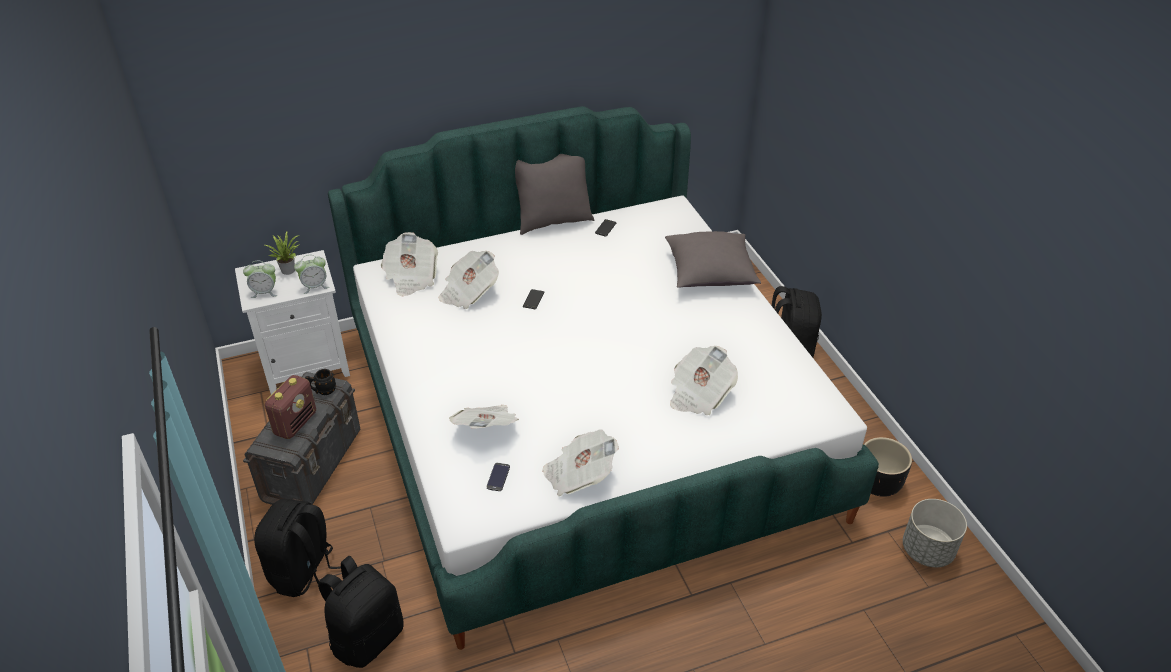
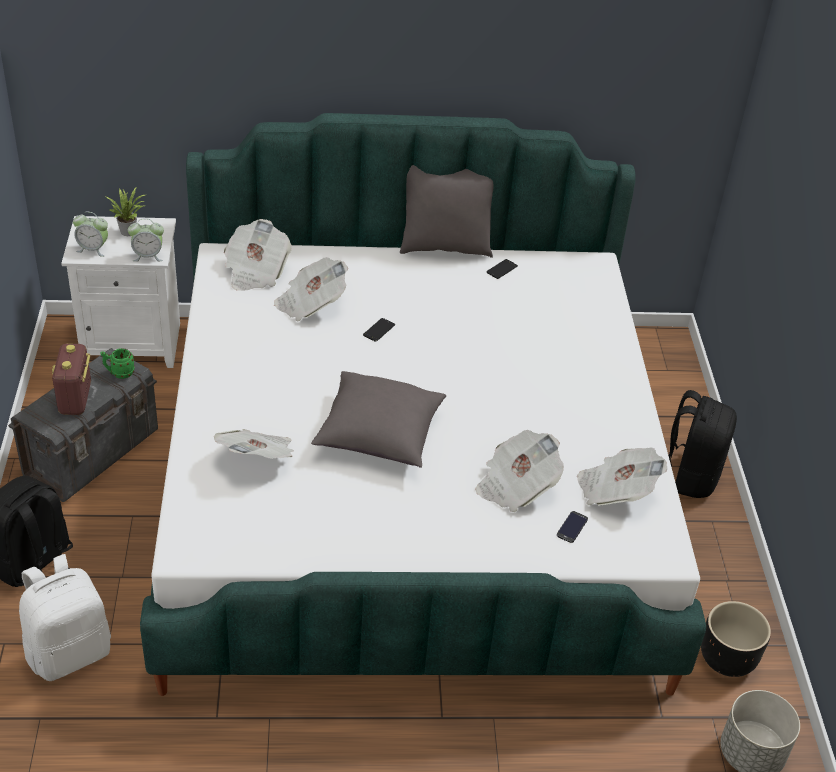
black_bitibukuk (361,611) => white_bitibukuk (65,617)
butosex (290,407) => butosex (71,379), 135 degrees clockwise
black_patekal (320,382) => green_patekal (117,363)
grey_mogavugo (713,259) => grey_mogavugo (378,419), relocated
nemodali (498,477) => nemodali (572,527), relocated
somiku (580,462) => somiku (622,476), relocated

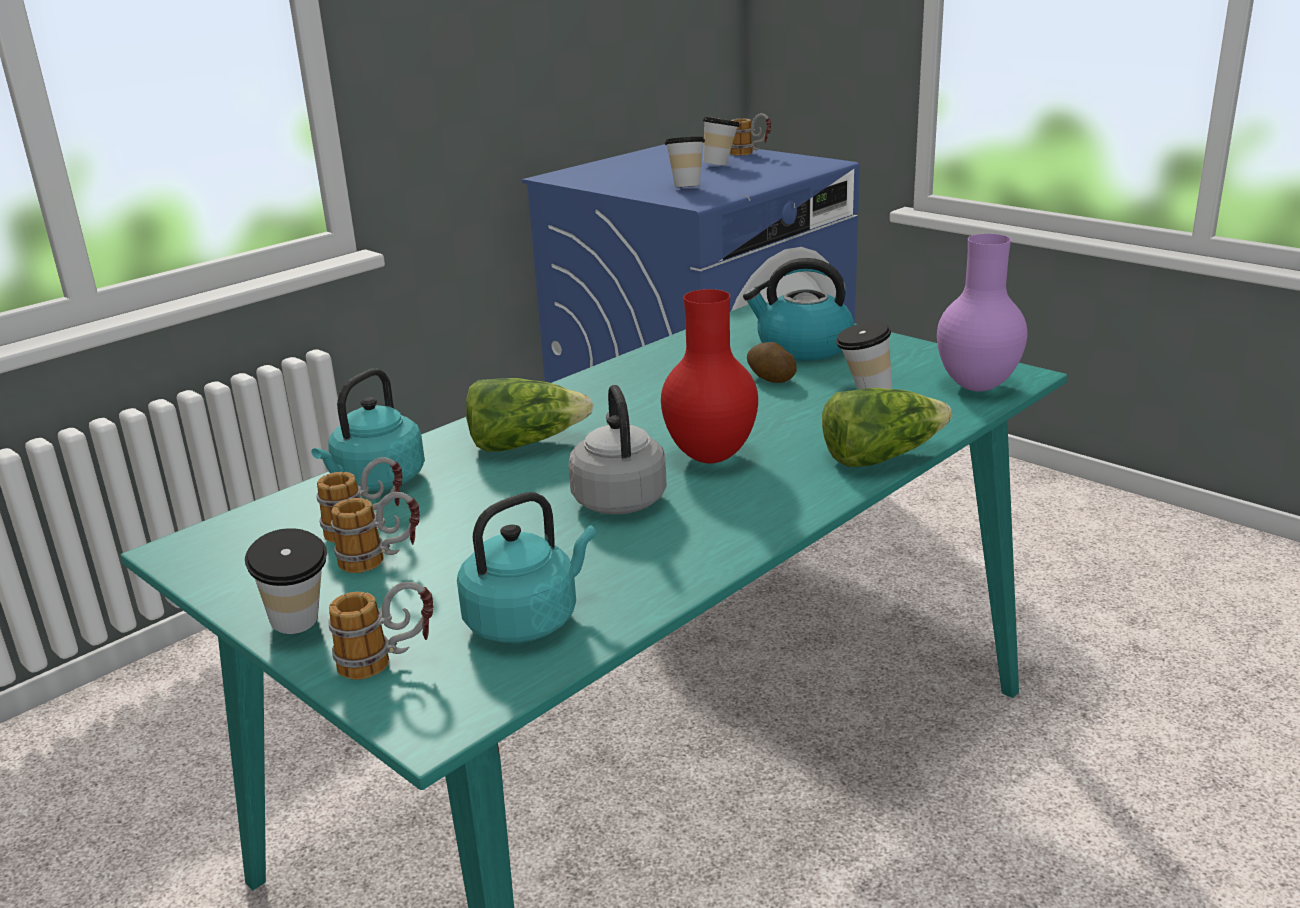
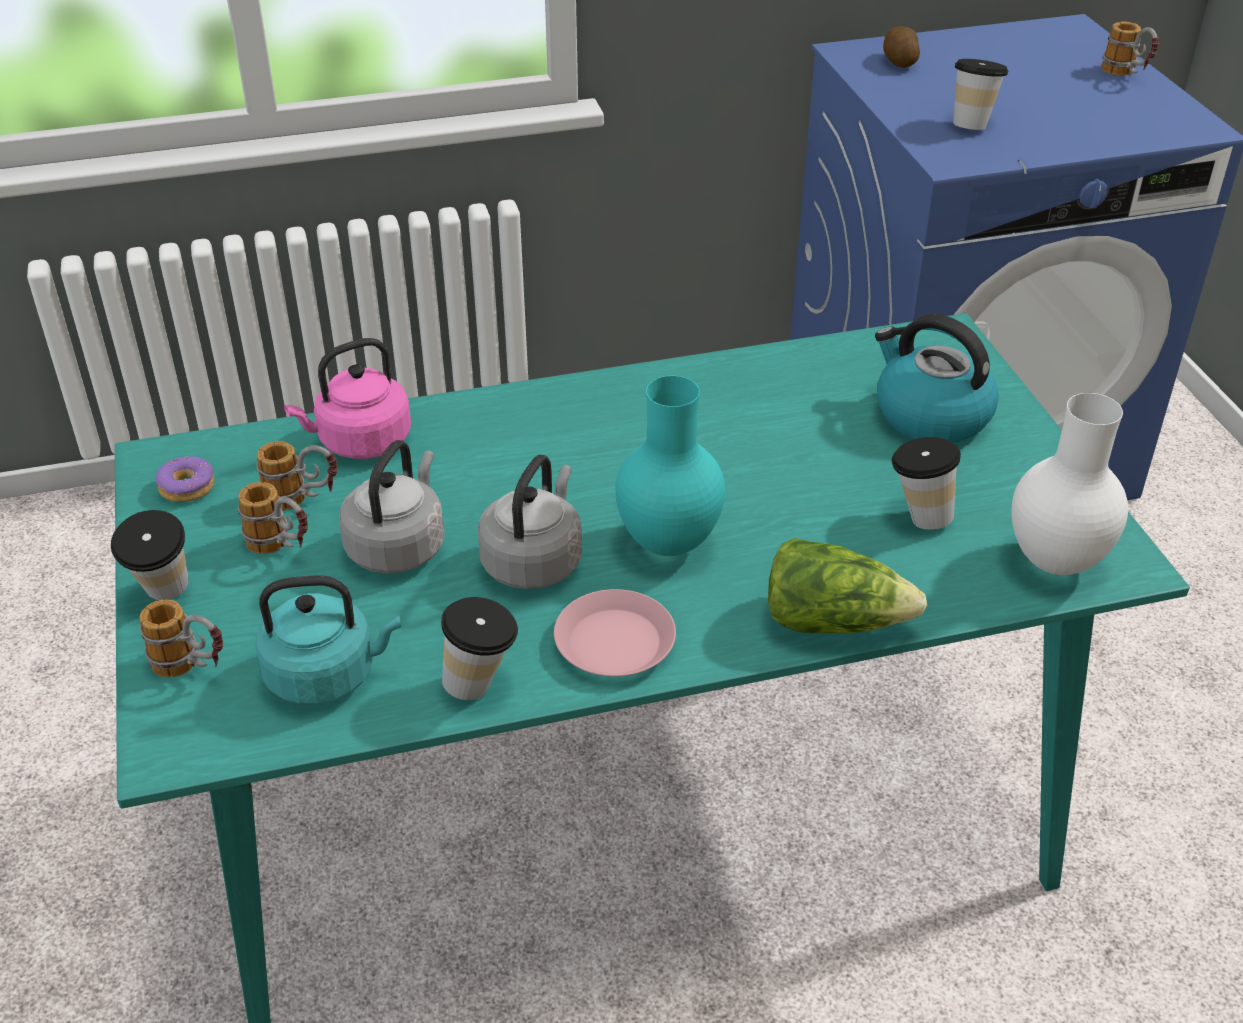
nothing => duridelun (185,479)
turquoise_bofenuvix (368,430) => pink_bofenuvix (347,398)
nothing => grey_bofenuvix (392,506)
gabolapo (721,141) => gabolapo (479,648), relocated
nothing => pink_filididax (615,633)
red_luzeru (709,376) => turquoise_luzeru (670,466)
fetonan (772,362) => fetonan (901,47), relocated
purple_luzeru (982,313) => white_luzeru (1069,484)
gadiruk (529,415) => nothing

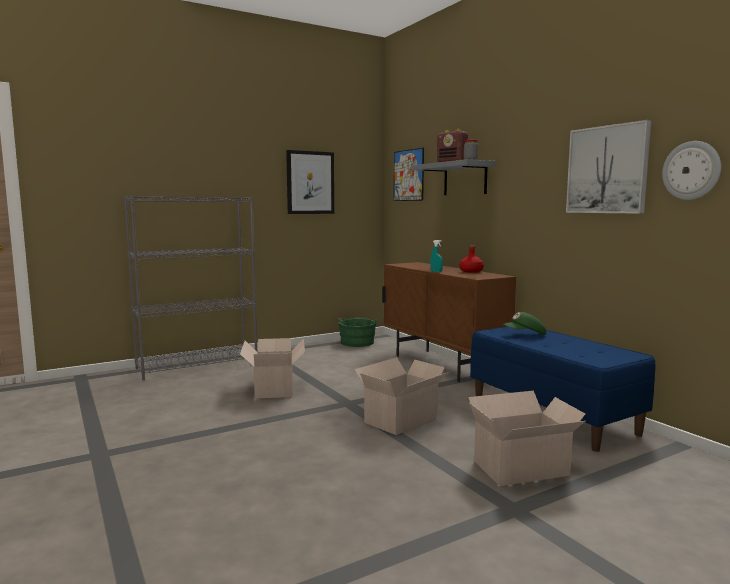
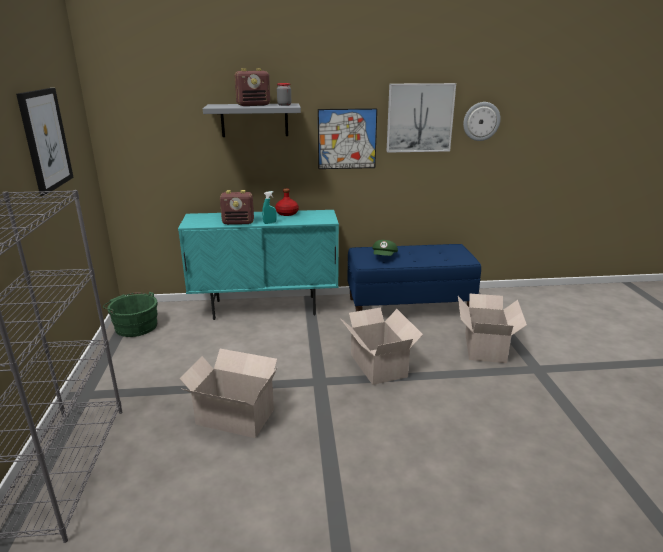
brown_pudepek (449,322) => turquoise_pudepek (258,265)
nothing => butosex (237,207)
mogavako (409,174) => mogavako (347,138), relocated

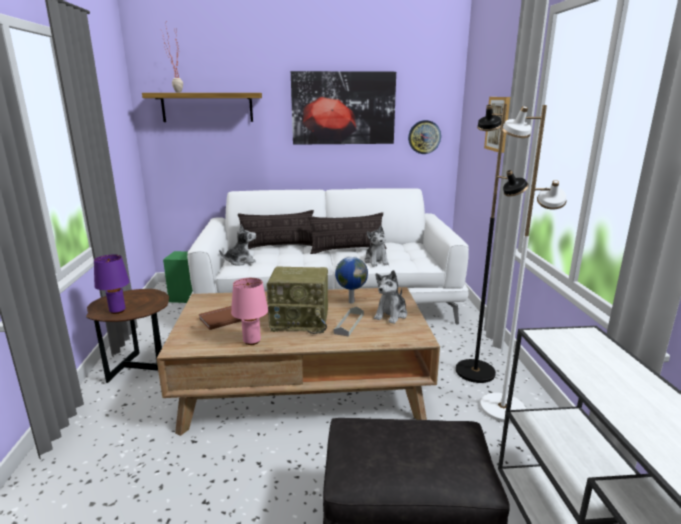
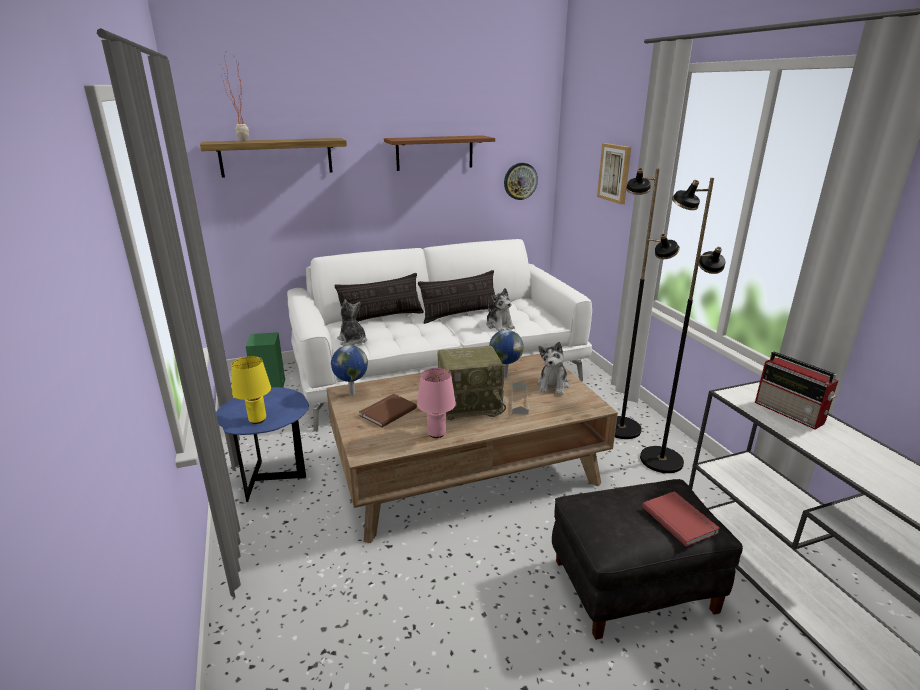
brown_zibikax (127,336) => blue_zibikax (262,444)
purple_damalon (112,284) => yellow_damalon (251,390)
nothing => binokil (349,370)
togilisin (237,245) => togilisin (352,323), 90 degrees counterclockwise
mogavako (343,108) => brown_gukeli (439,153)
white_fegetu (523,264) => black_fegetu (682,325)
nothing => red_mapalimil (681,519)
nothing => butosex (797,390)

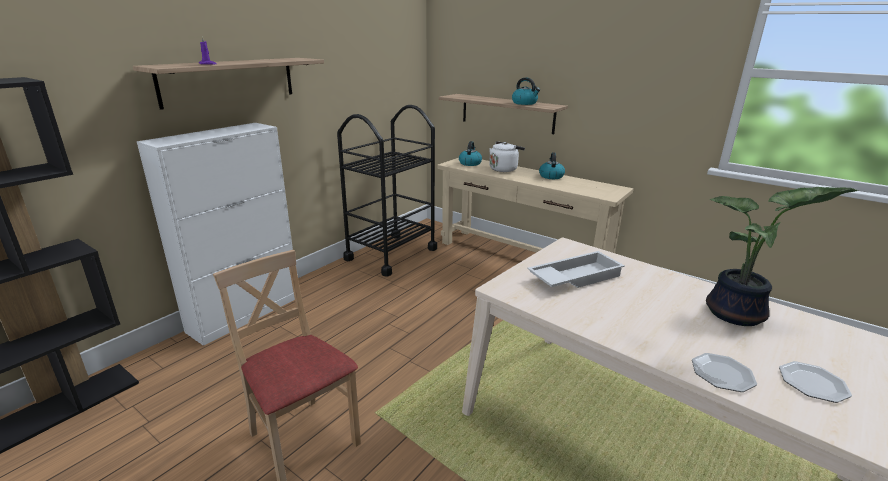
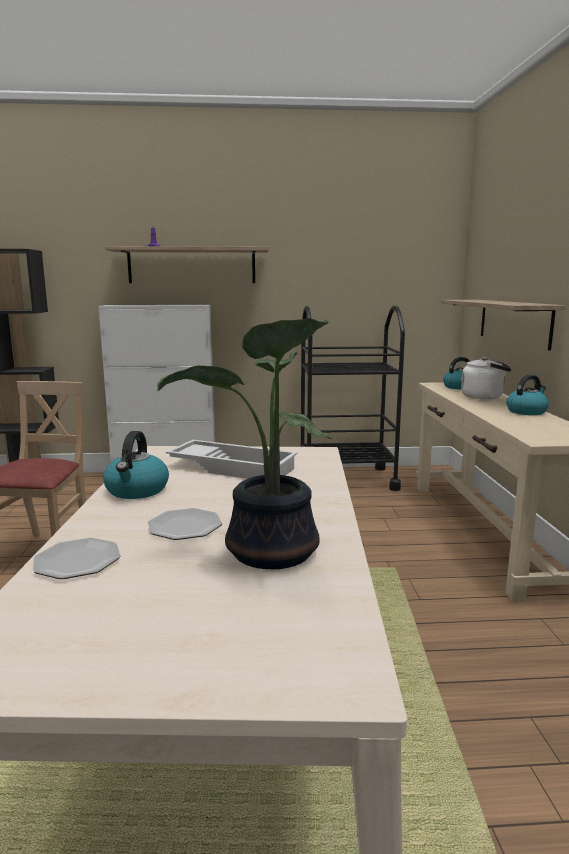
bofenuvix (526,91) => bofenuvix (136,465), relocated
filididax (815,382) => filididax (185,524), relocated

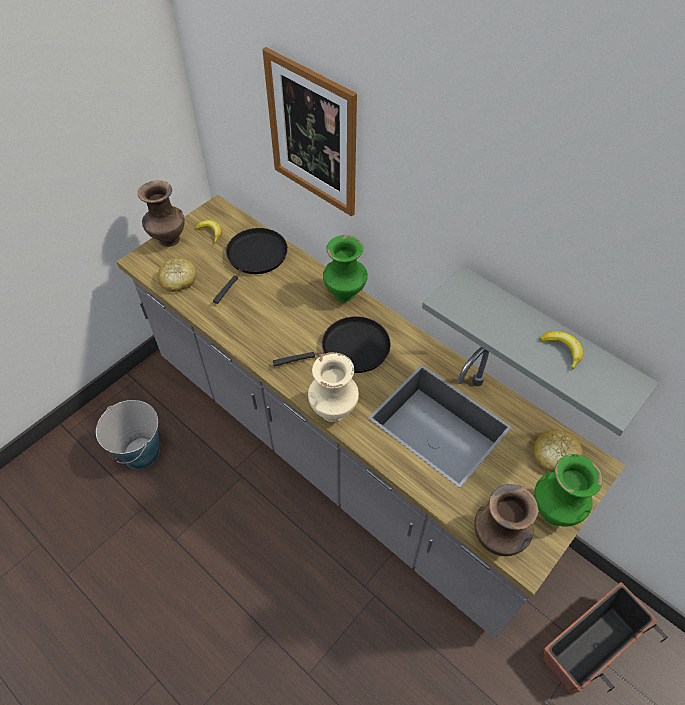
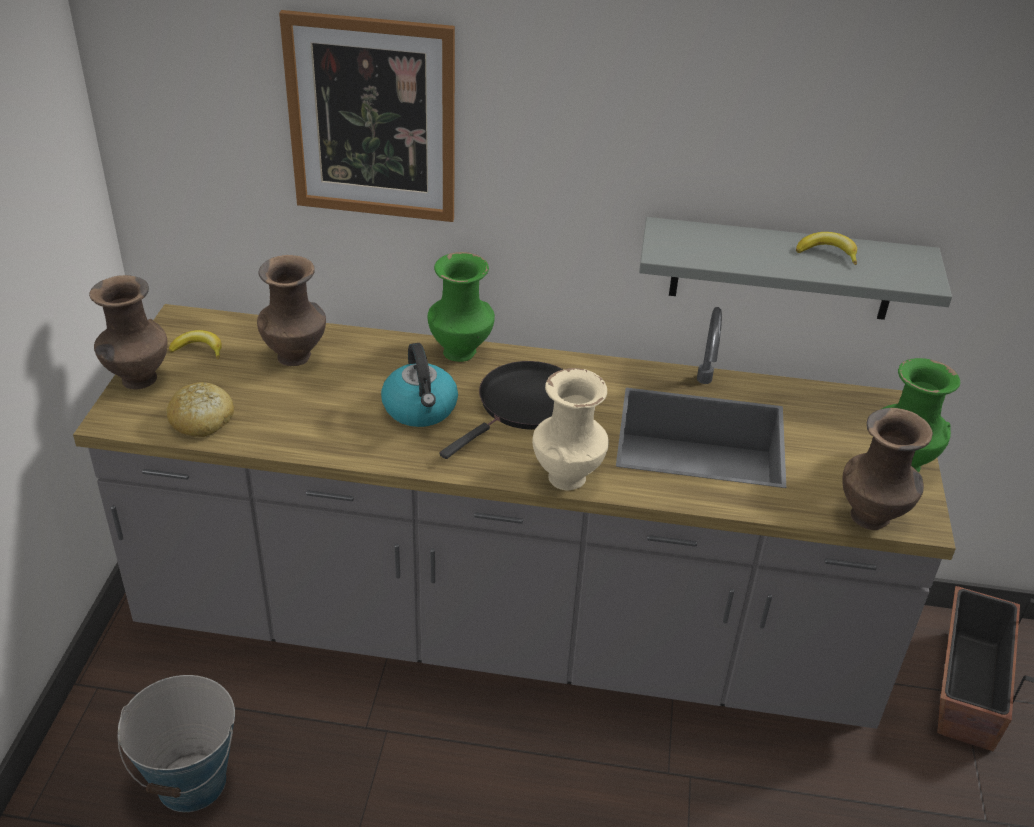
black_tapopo (250,266) => brown_luzeru (291,310)
nothing => bofenuvix (419,385)
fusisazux (558,451) => nothing

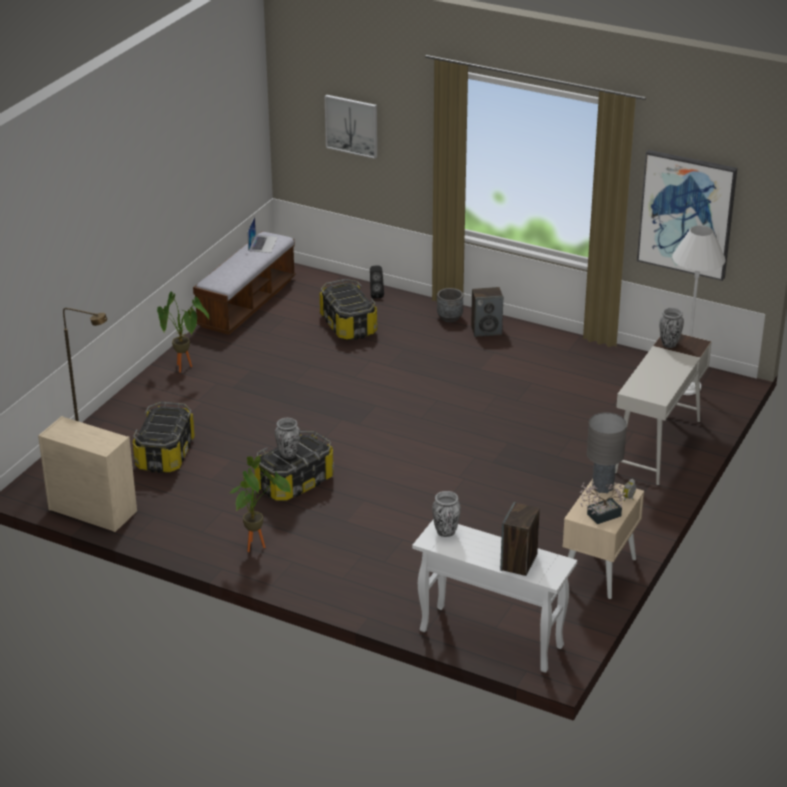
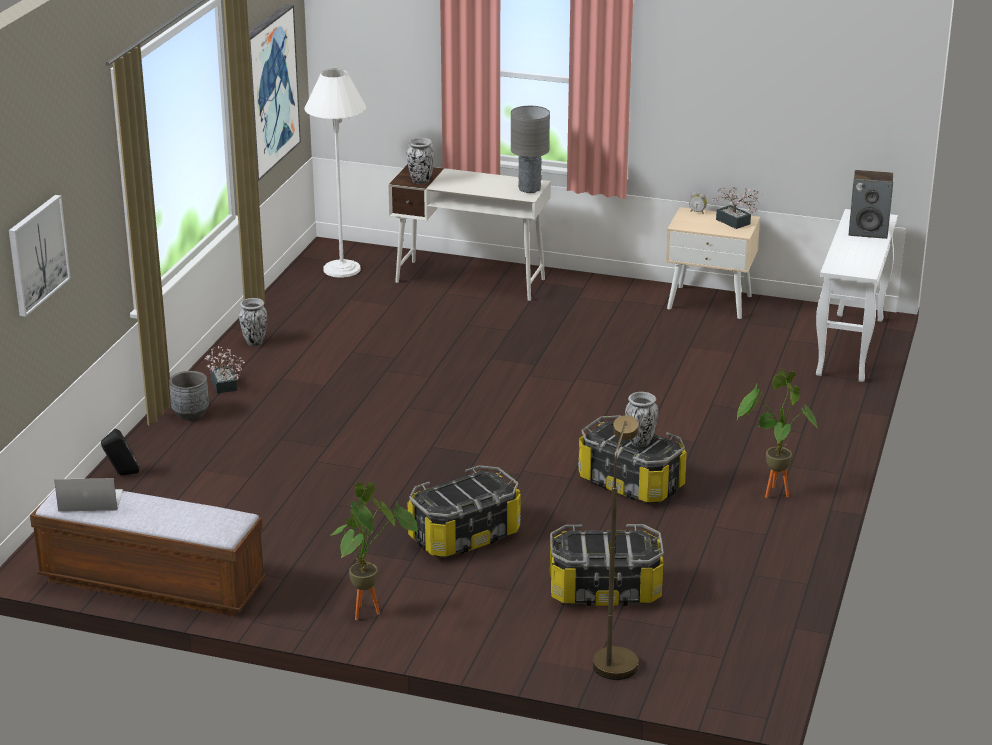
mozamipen (487,312) => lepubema (225,370)
luzeru (446,514) => luzeru (253,322), relocated
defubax (348,309) => defubax (464,511), relocated
grey_damalon (607,452) => grey_damalon (530,149), relocated
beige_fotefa (87,474) => nothing

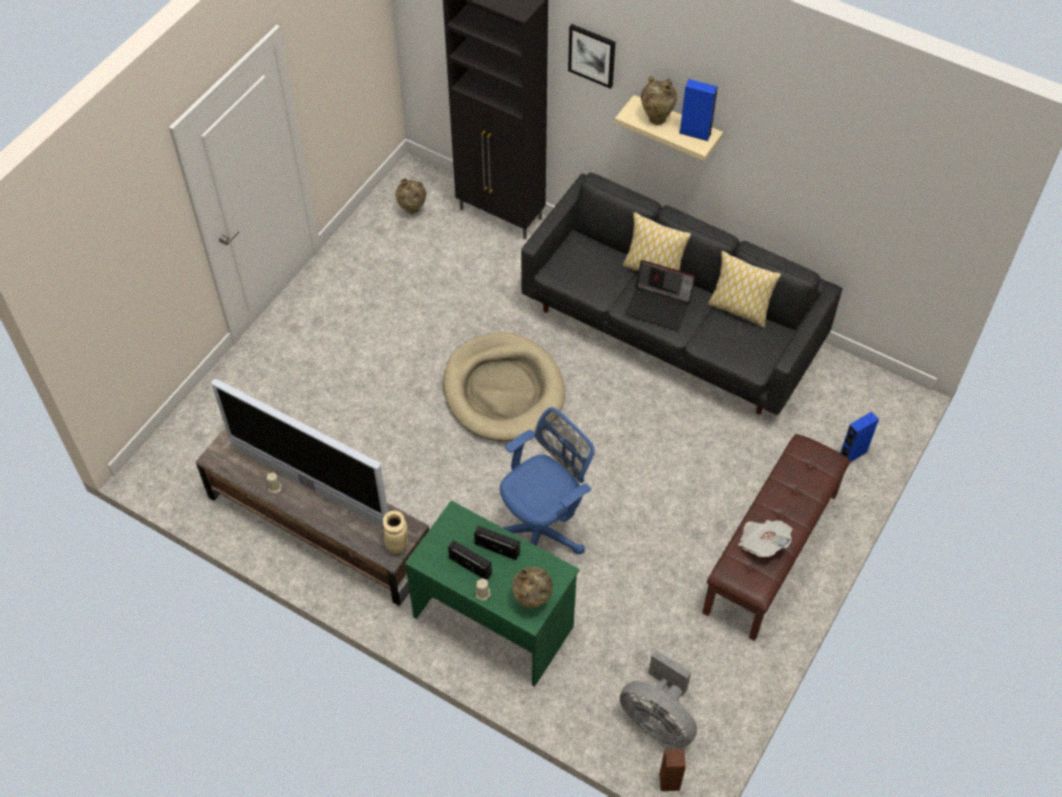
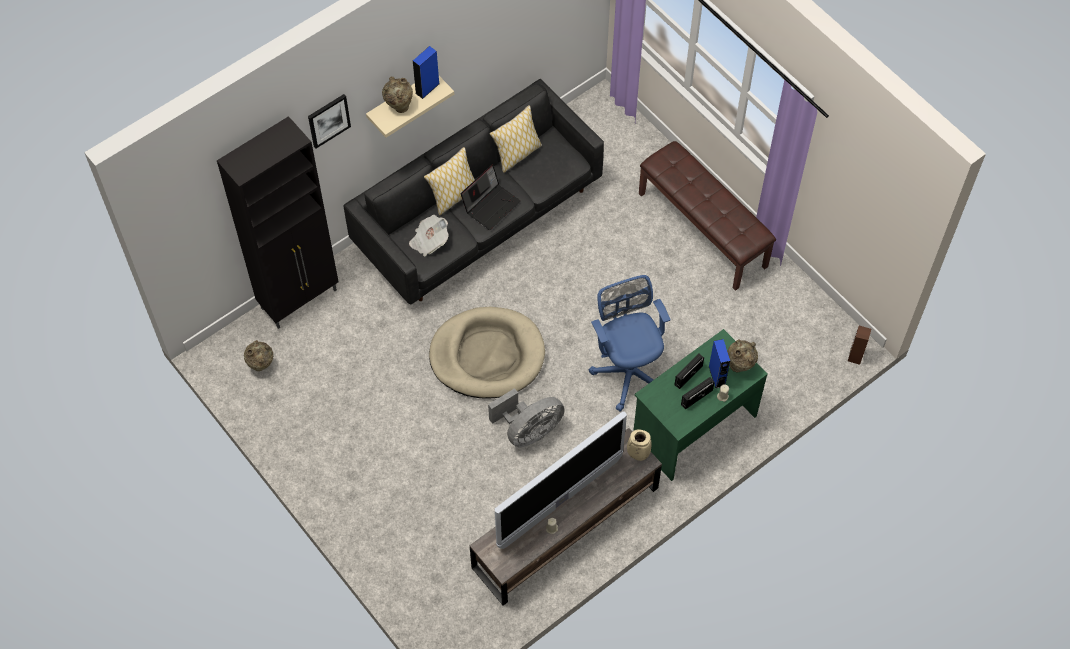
somiku (765,538) => somiku (429,235), relocated
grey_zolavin (658,699) => grey_zolavin (526,417), relocated
blue_mozamipen (859,436) => blue_mozamipen (719,364), relocated

